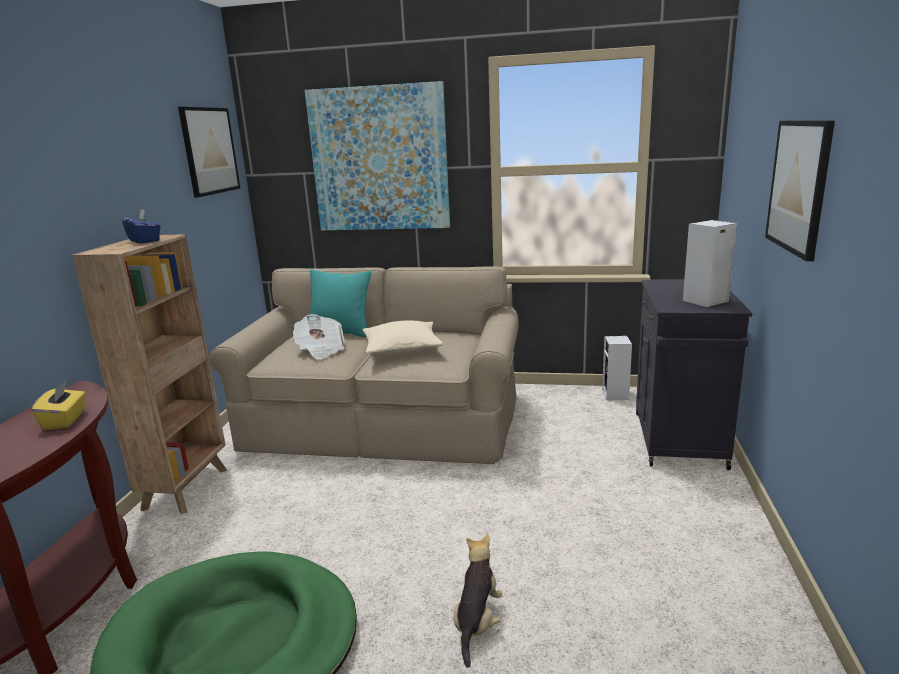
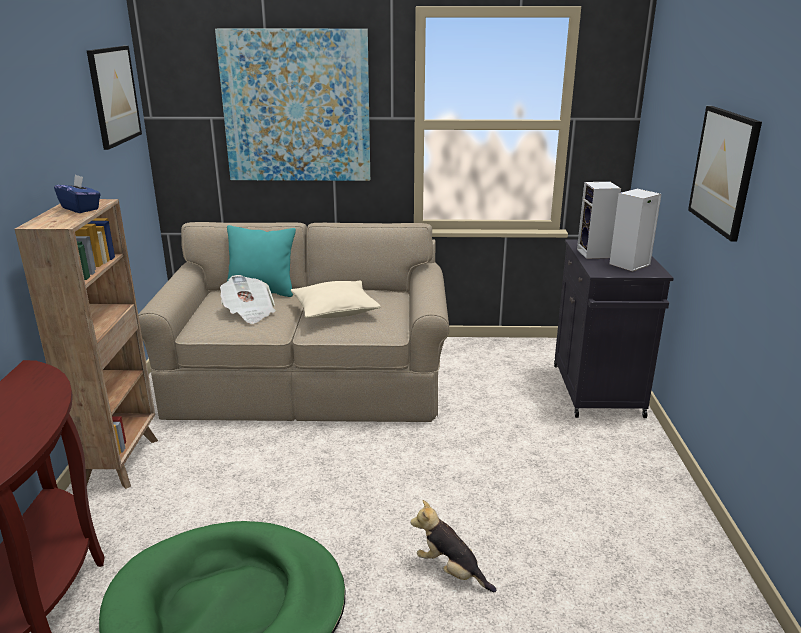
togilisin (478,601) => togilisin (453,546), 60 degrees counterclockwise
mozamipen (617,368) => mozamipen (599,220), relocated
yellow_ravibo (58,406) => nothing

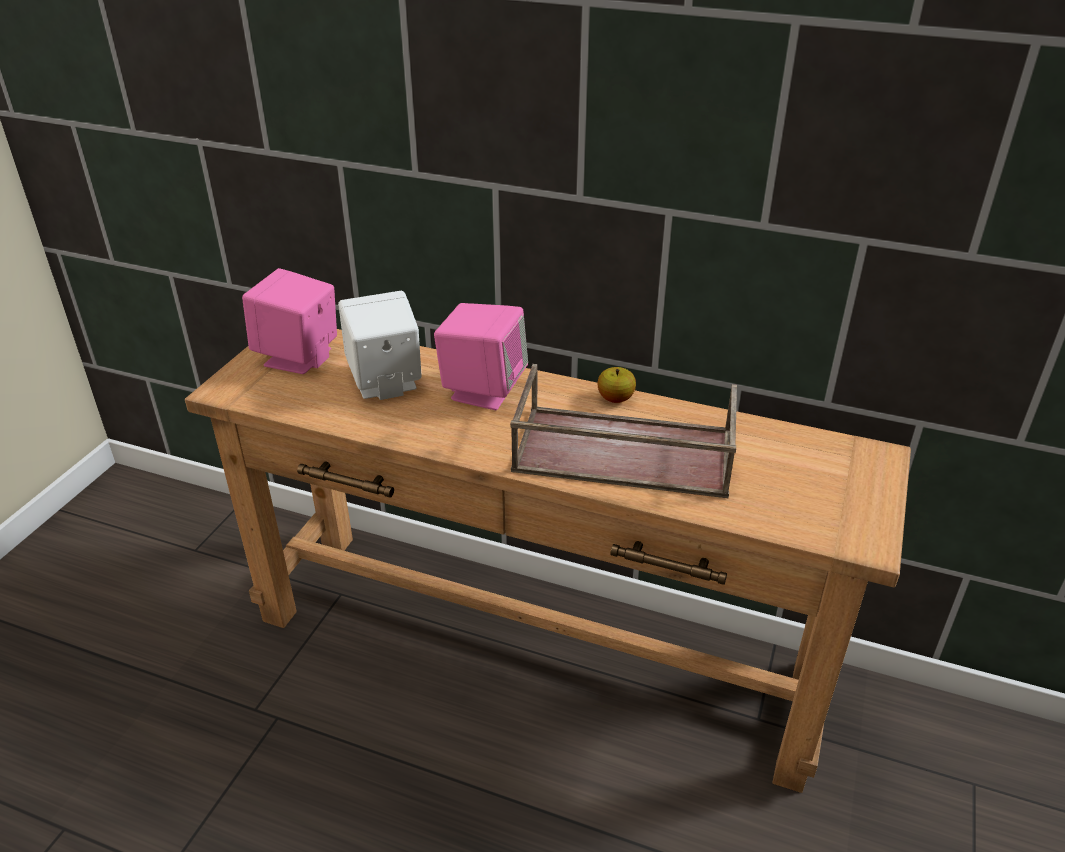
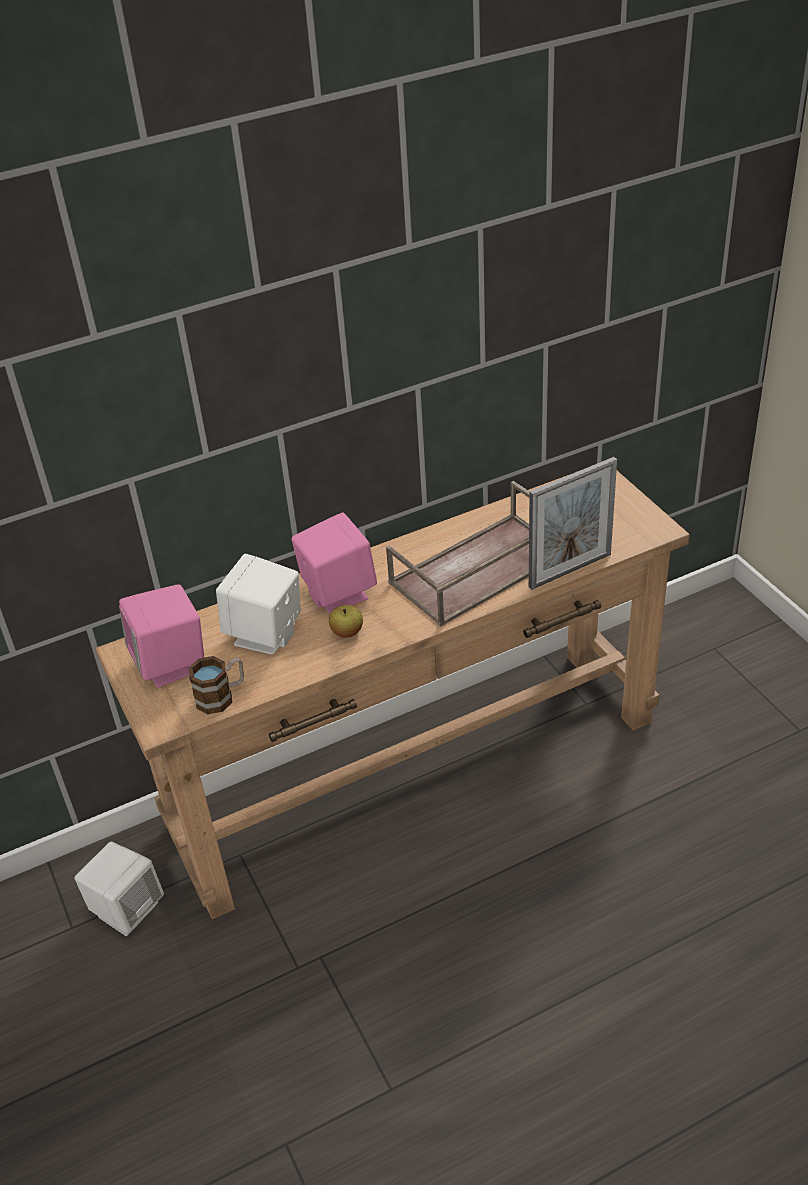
nothing => white_mozamipen (119,889)
nothing => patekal (216,685)
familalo (617,385) => familalo (346,621), relocated
nothing => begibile (573,523)

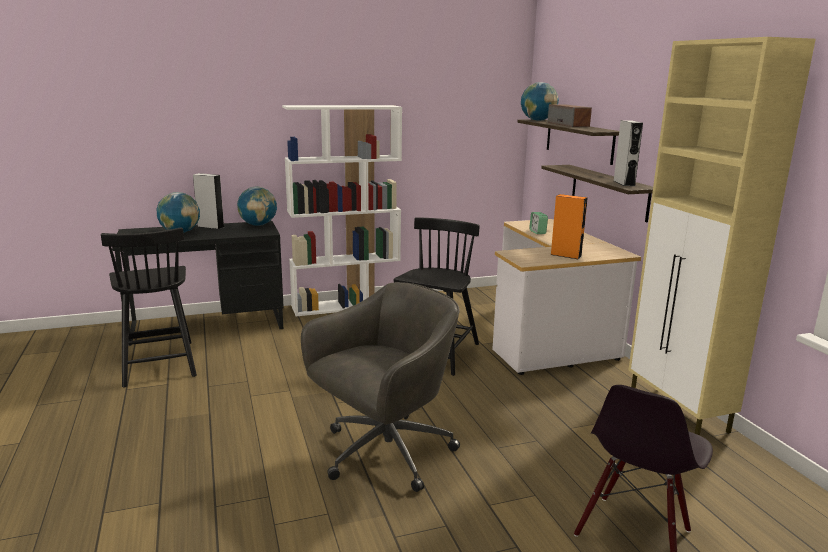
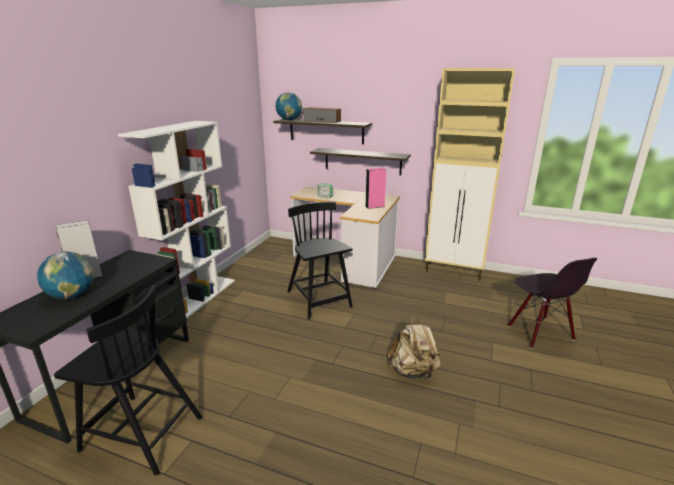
orange_mozamipen (569,226) => pink_mozamipen (376,188)
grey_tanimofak (380,387) => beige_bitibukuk (414,348)
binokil (257,206) => nothing
grey_mozamipen (628,153) => nothing

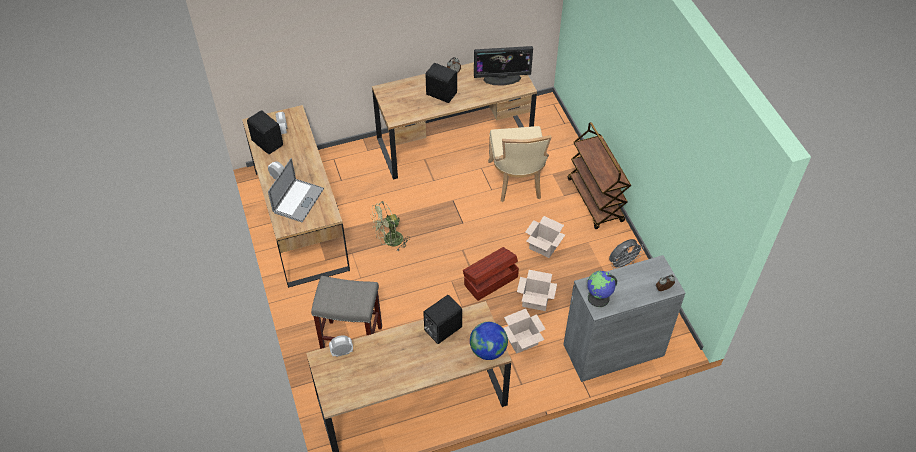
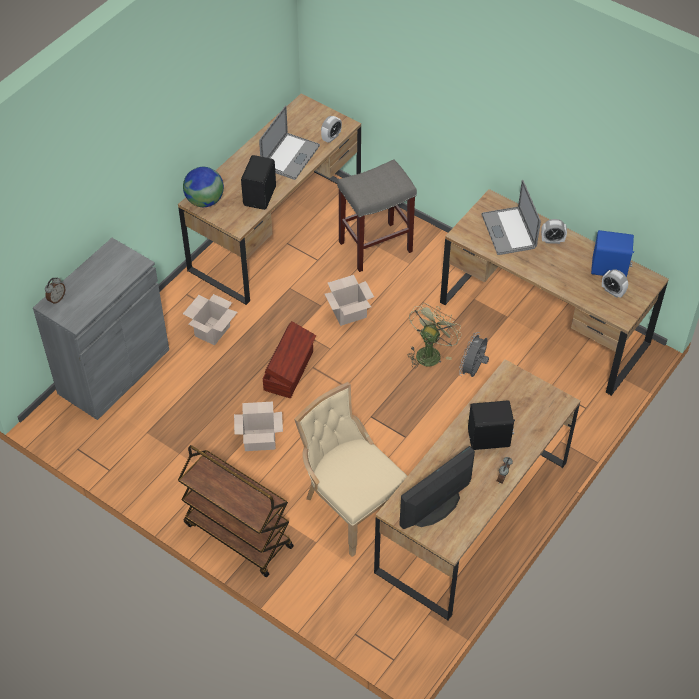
nothing => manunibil (289,142)
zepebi (537,290) => zepebi (349,300), relocated
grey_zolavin (626,254) => grey_zolavin (474,354), relocated
black_mozamipen (265,132) => blue_mozamipen (612,253)
binokil (602,289) => nothing

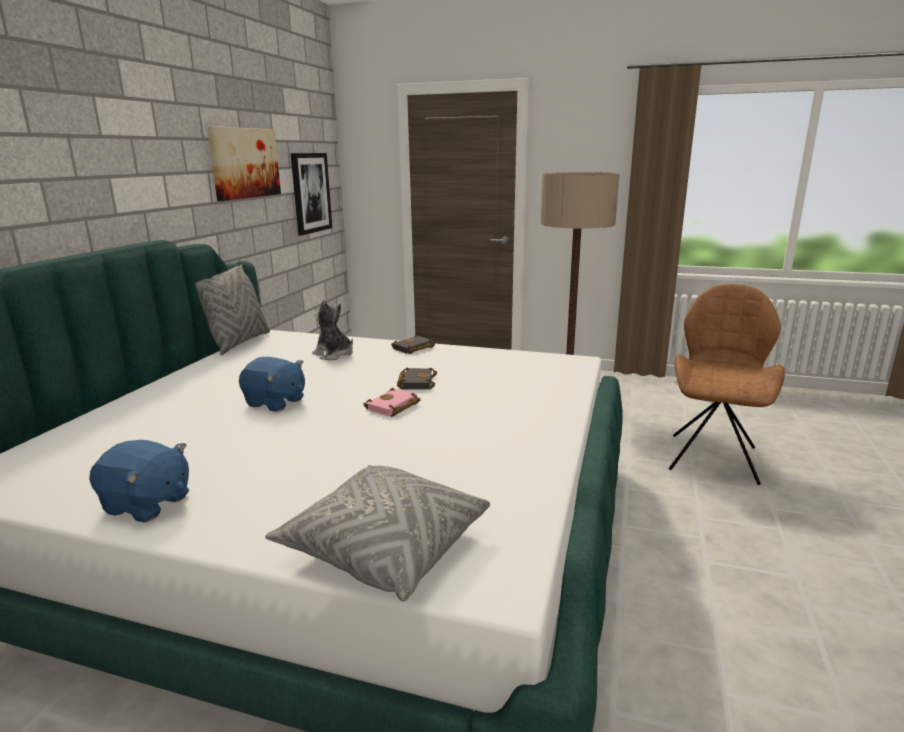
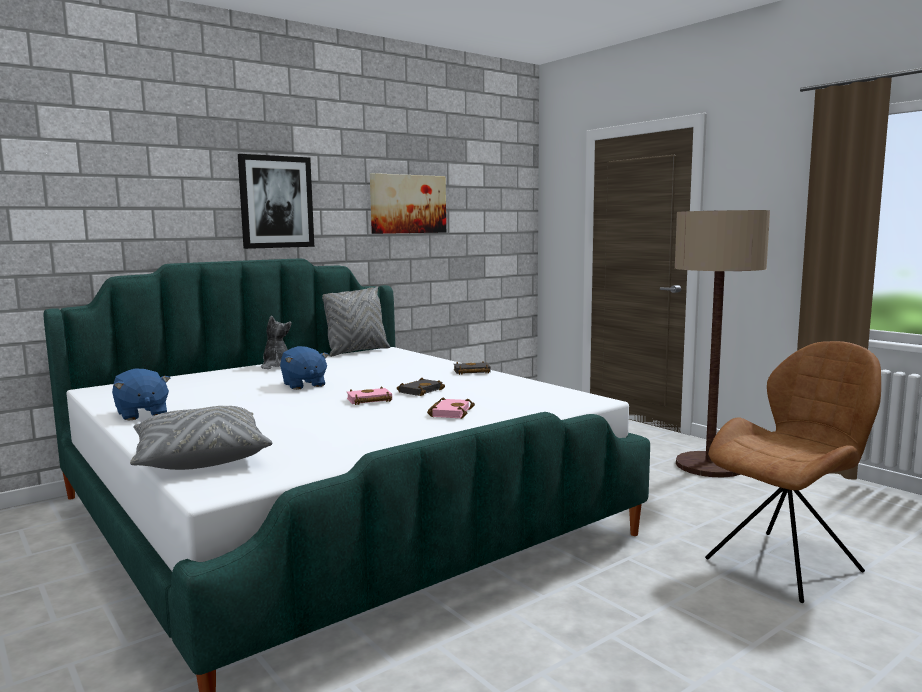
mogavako (311,194) => mogavako (276,201), relocated
togilisin (332,330) => togilisin (276,342), relocated
nothing => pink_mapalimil (451,408)

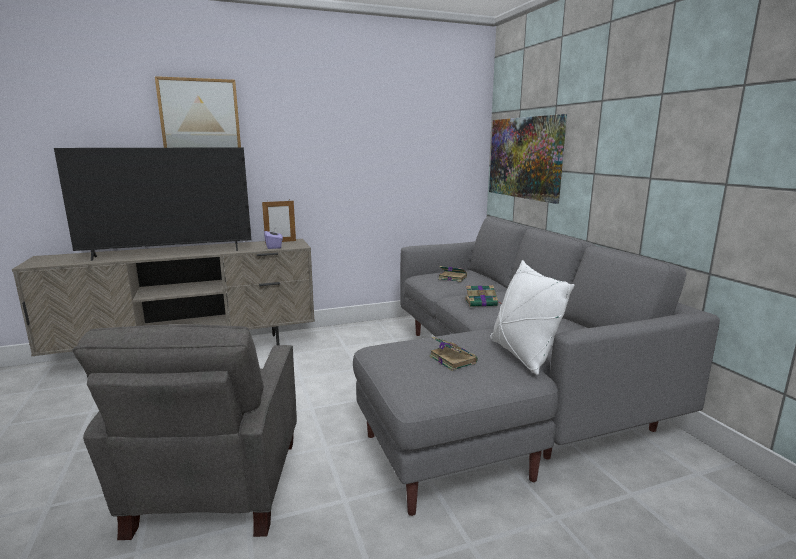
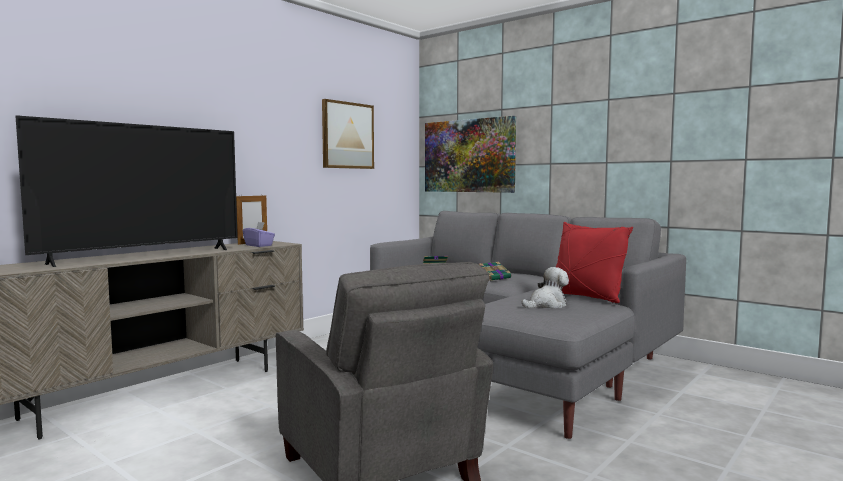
mogavako (198,112) => mogavako (348,134), relocated
mapalimil (453,353) => togilisin (545,287)
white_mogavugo (532,317) => red_mogavugo (594,262)

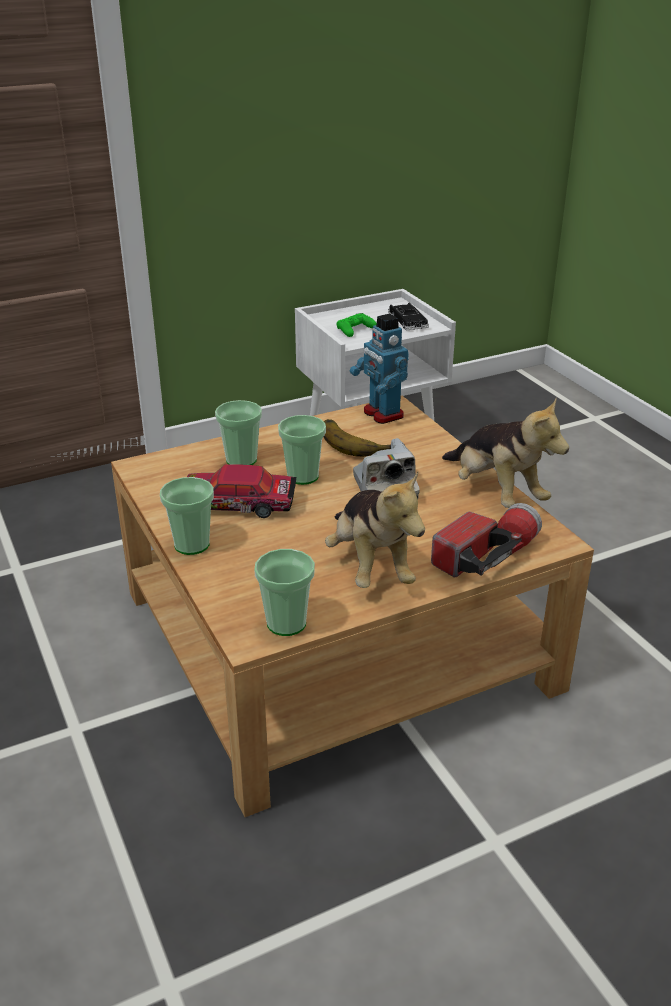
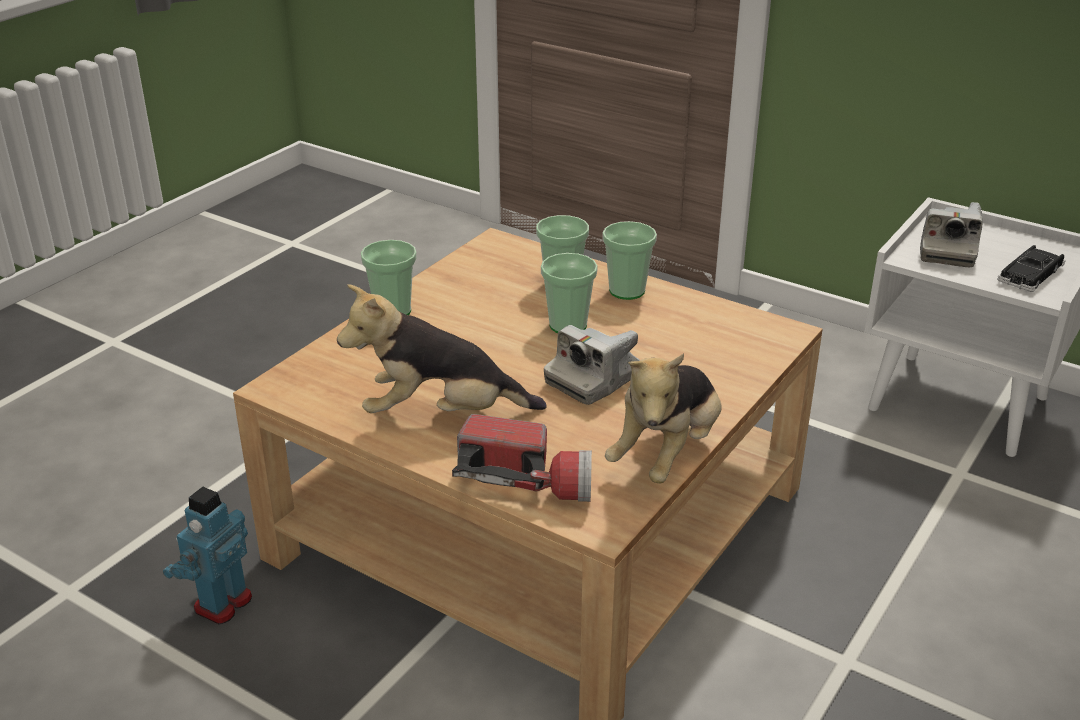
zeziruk (379,368) => zeziruk (207,556), relocated
togilisin (375,530) => togilisin (442,348), 45 degrees clockwise
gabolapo (284,592) => gabolapo (629,260), relocated
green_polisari (356,325) => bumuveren (951,234)
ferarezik (241,491) => nothing
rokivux (357,438) => nothing

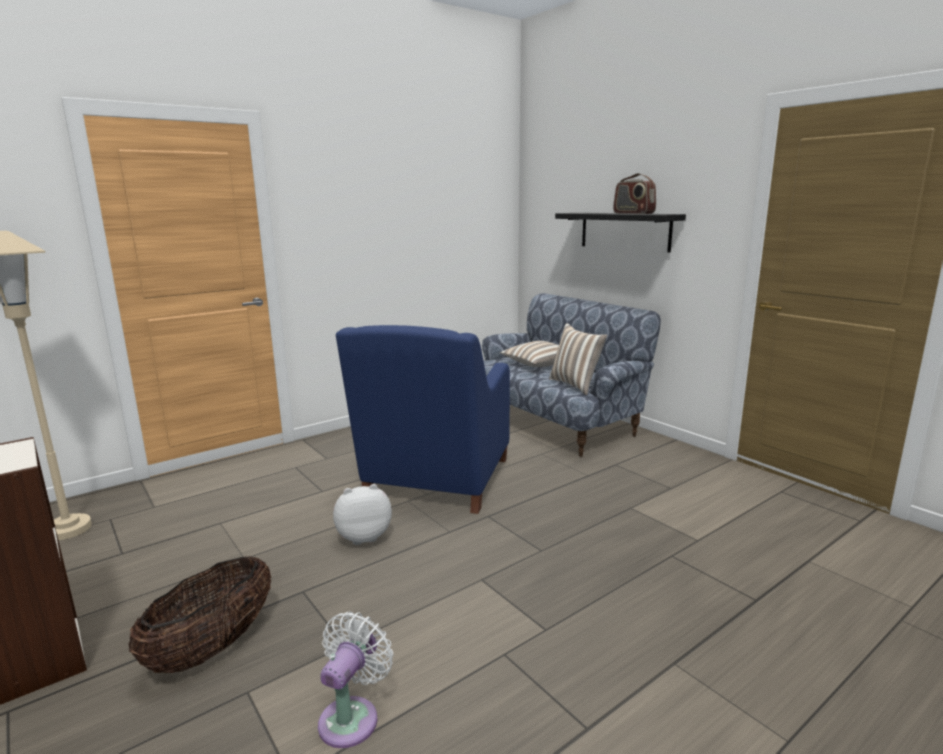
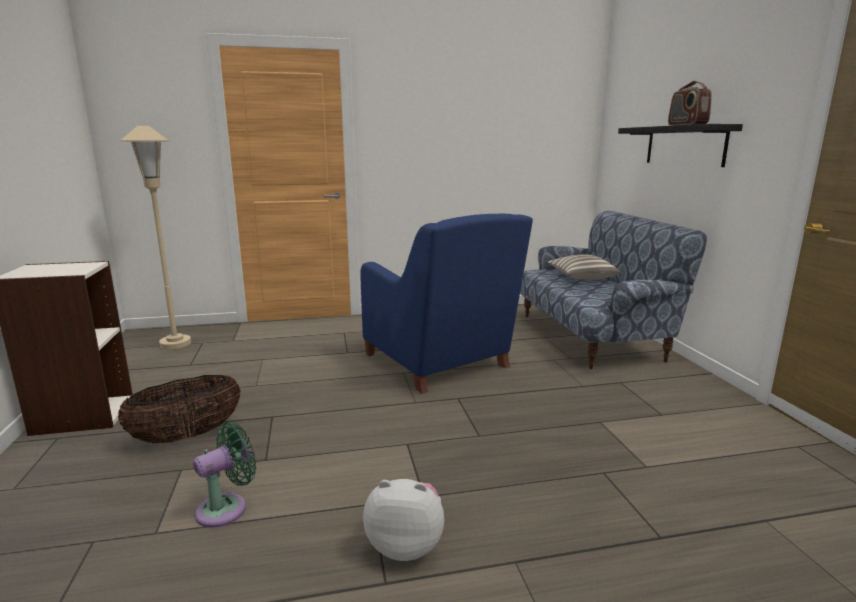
white_zolavin (355,680) => green_zolavin (224,475)
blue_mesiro (423,419) => blue_mesiro (446,304), 75 degrees counterclockwise
togilisin (362,514) => togilisin (403,520), relocated
mogavugo (578,359) => nothing

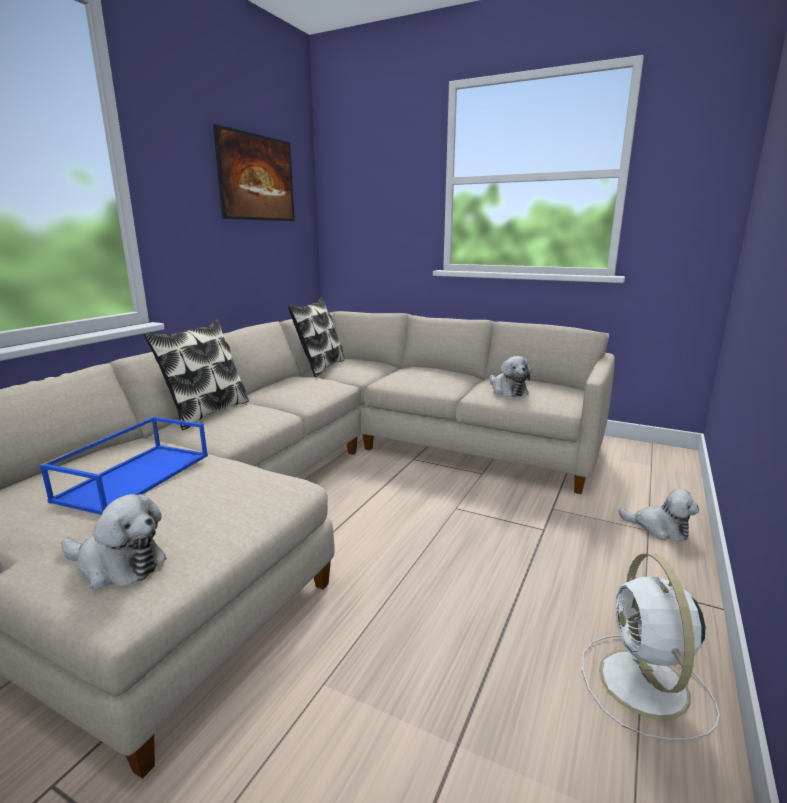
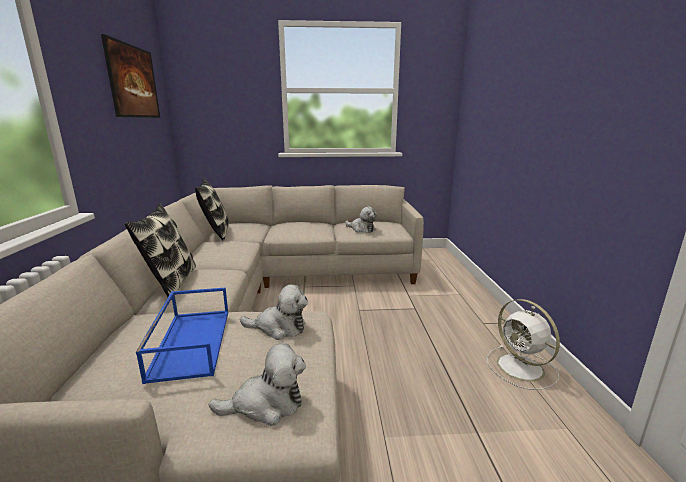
togilisin (659,515) => togilisin (274,312), relocated

